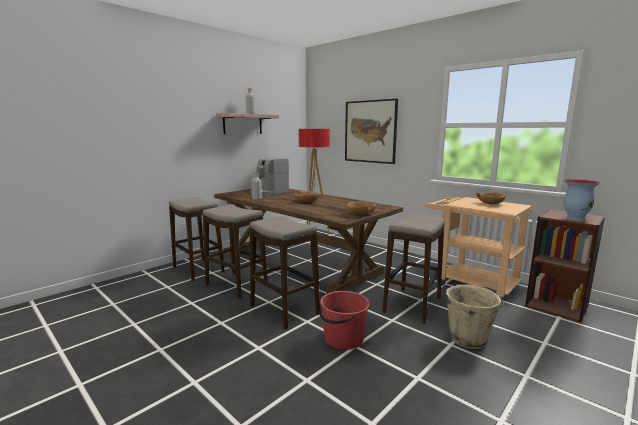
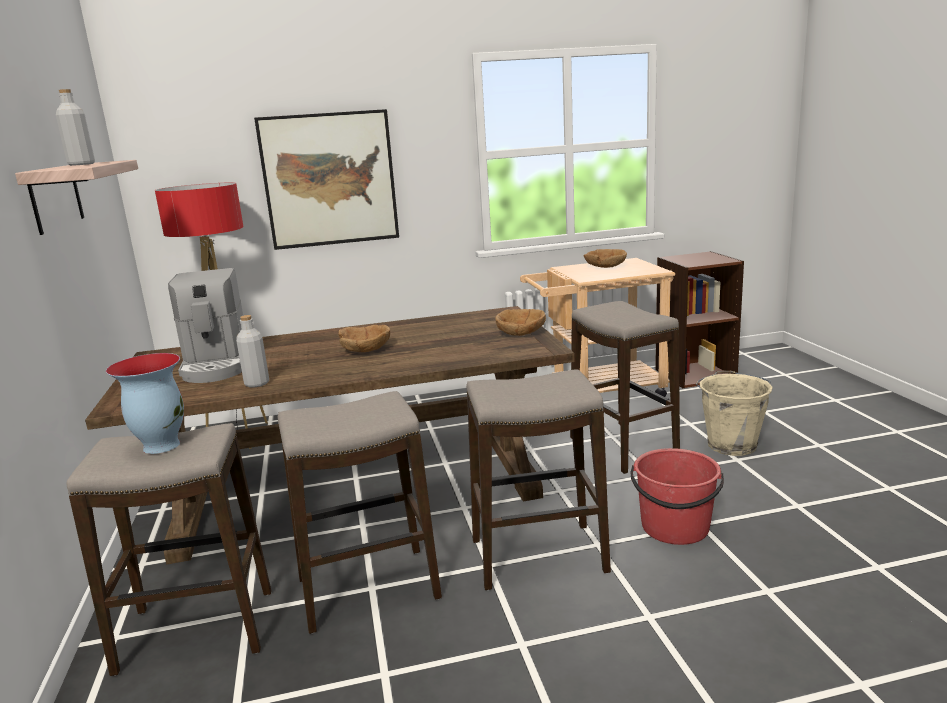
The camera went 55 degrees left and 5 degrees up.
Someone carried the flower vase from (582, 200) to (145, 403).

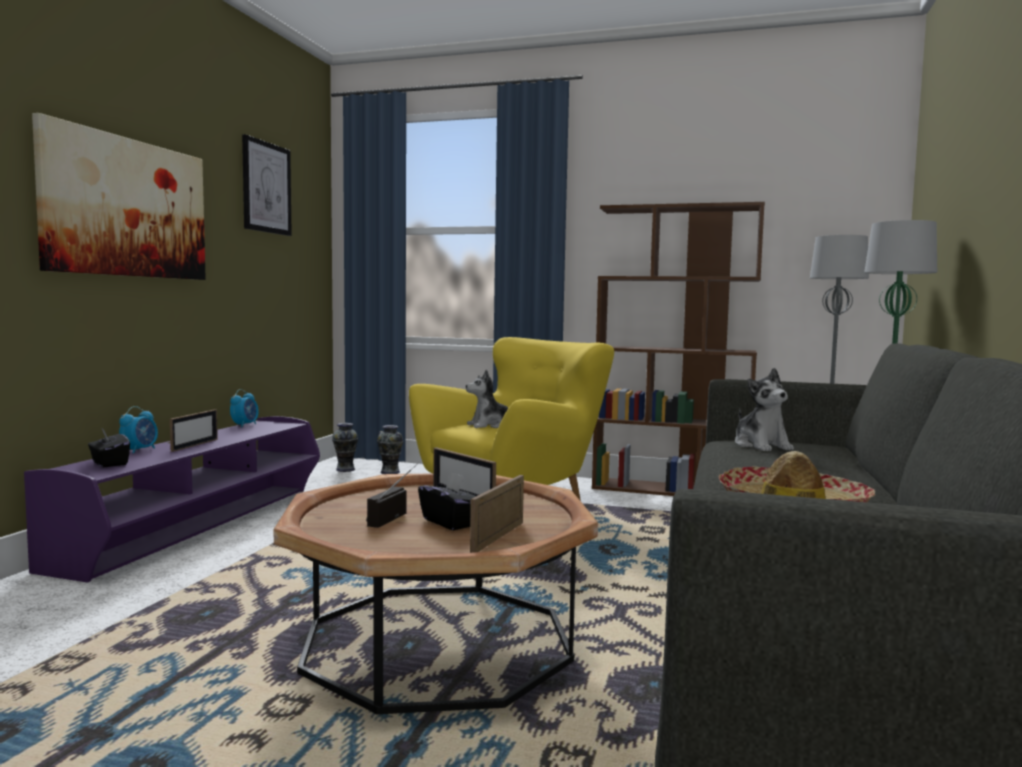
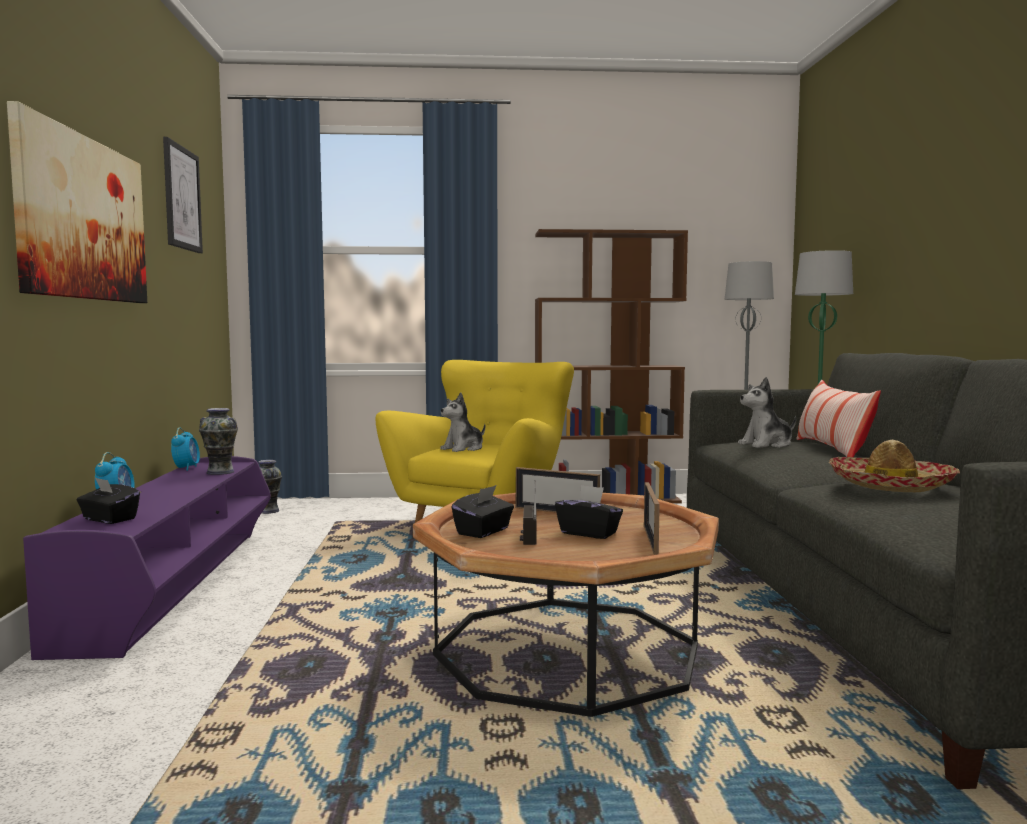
The camera went 20 degrees left and 0 degrees up.
Someone carried the flower vase from (390, 449) to (218, 441).
Someone put down the tissue holder in blackish at (483, 511).
Someone rotated the cuddly toy at (764, 409) by 105 degrees clockwise.
Someone put down the cushion at (838, 418).
Someone took away the standing frame at (194, 430).

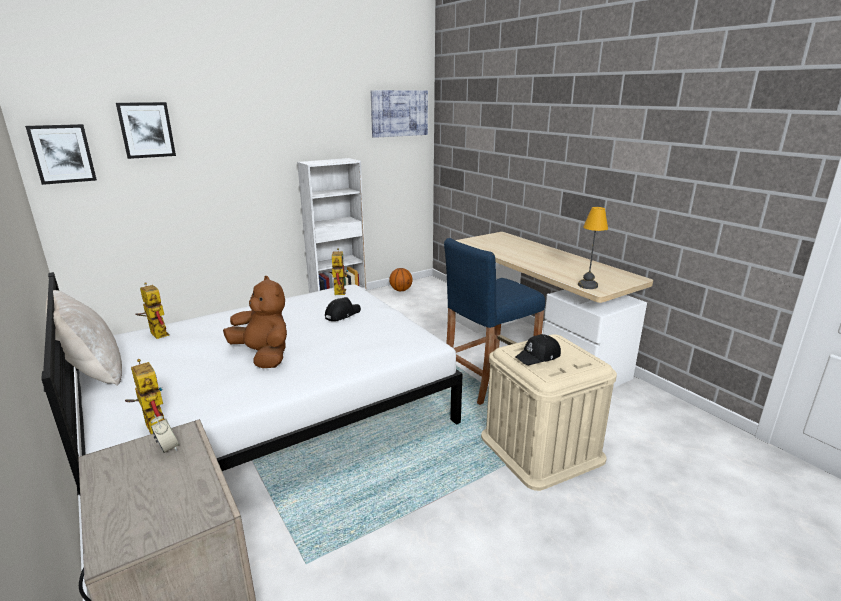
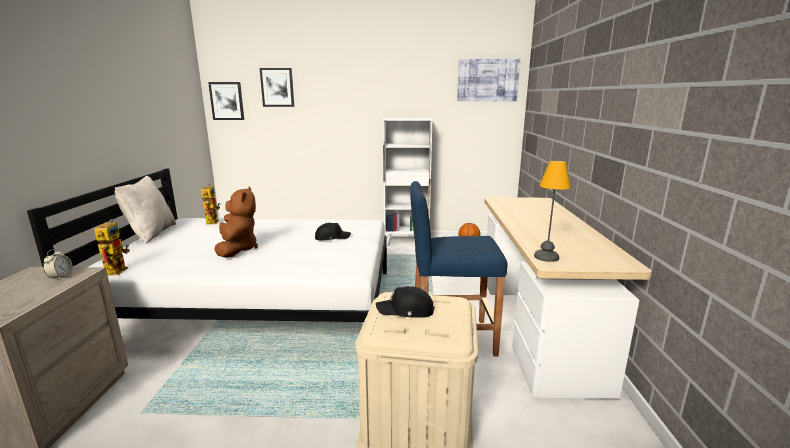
The camera went 35 degrees right and 5 degrees down.
Someone took away the robot figure at (338, 271).

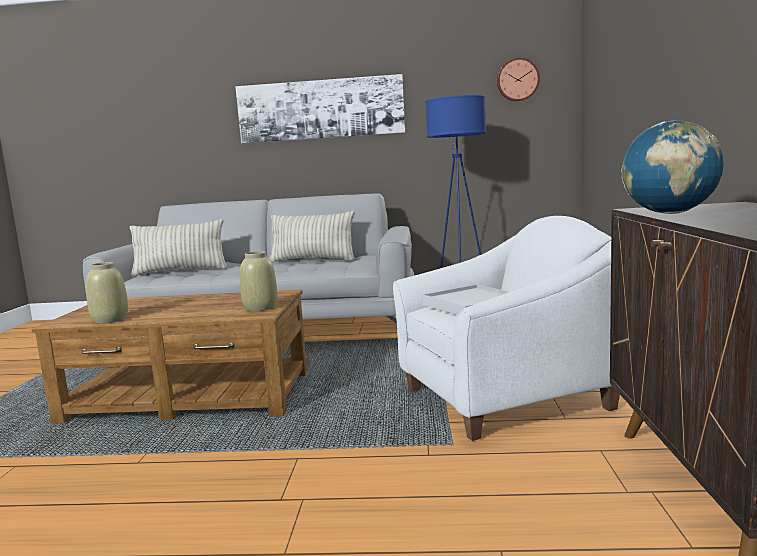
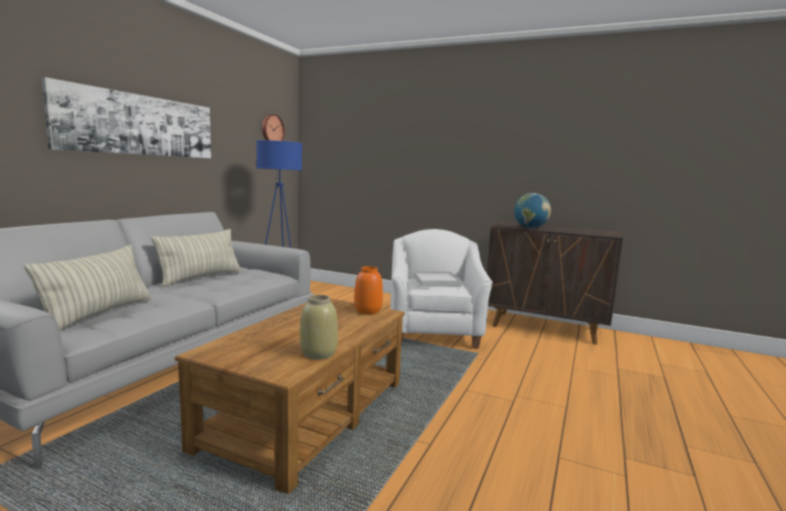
The camera went 70 degrees left and 0 degrees up.
Someone repainted the flower vase in beige-coloured at (259, 281), which became the flower vase in orange-coloured at (368, 290).

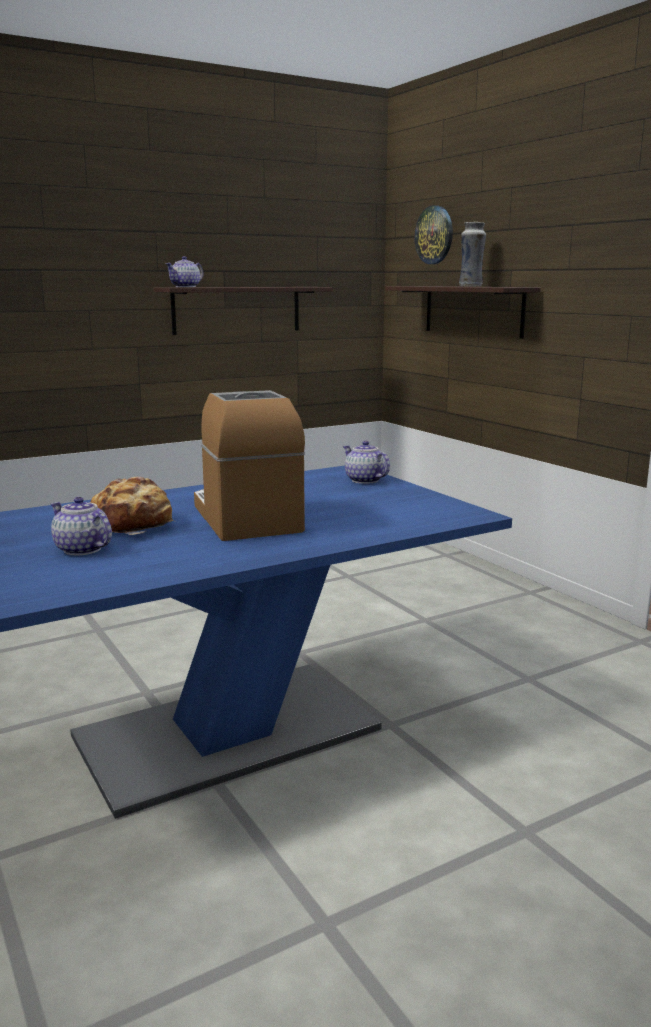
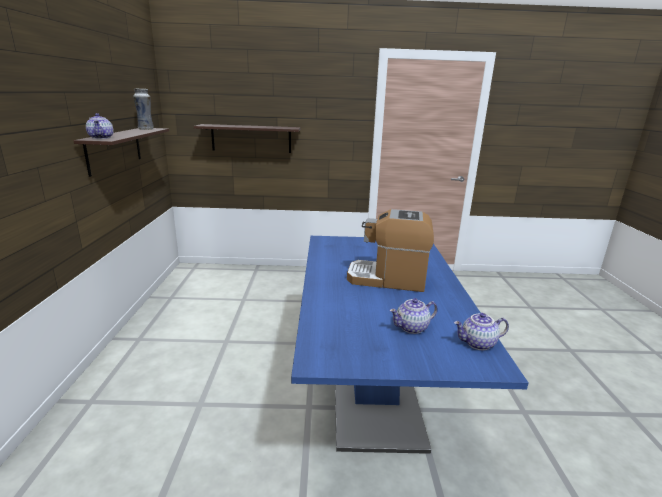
The camera went 60 degrees left and 5 degrees up.
Someone carried the flower vase from (472, 254) to (143, 109).
Someone carried the pot for tea from (366, 462) to (481, 331).
Someone took away the bakery bread at (132, 506).
Someone took away the clock on the wall at (434, 234).

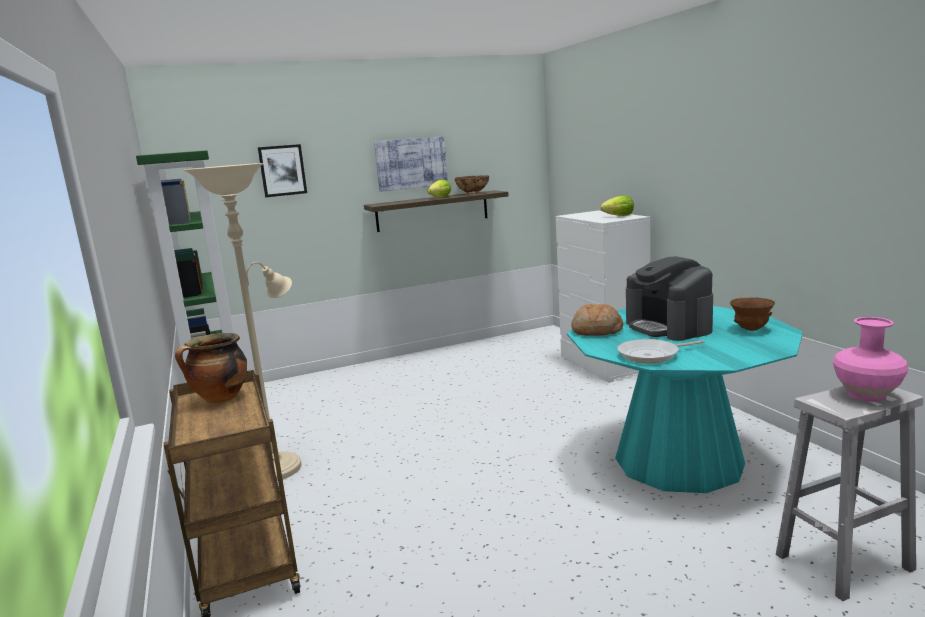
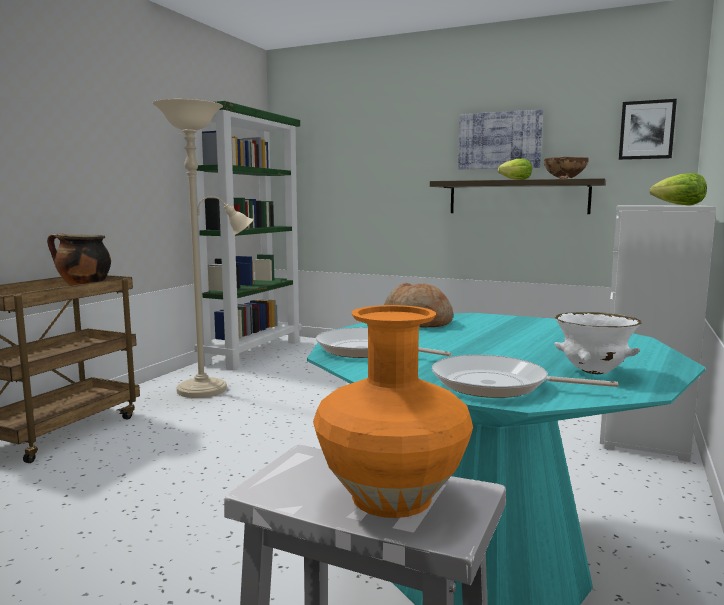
The camera went 45 degrees right and 5 degrees down.
Someone repainted the flower vase in pink at (871, 359), which became the flower vase in orange-coloured at (393, 411).
Someone put down the frying pan at (525, 376).
Someone repainted the deep dish in brown at (752, 314), which became the deep dish in white at (598, 343).
Someone carried the picture from (282, 170) to (648, 129).
Someone took away the coffee machine at (669, 298).

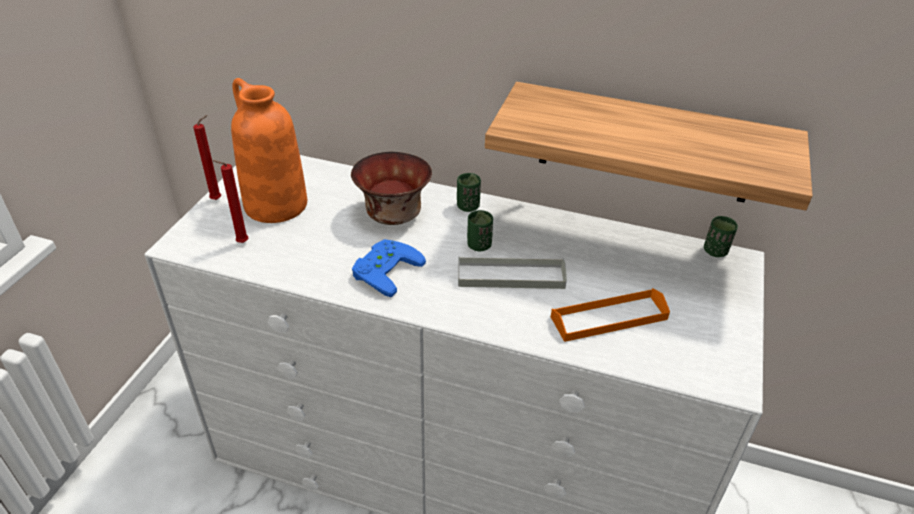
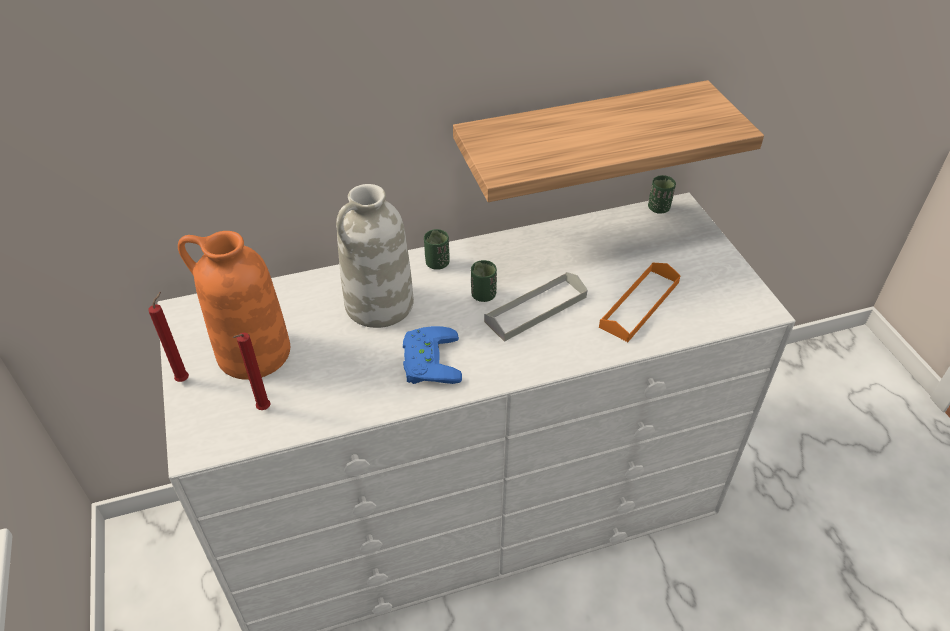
The camera went 35 degrees left and 5 degrees up.
Someone swapped the deep dish at (391, 188) for the flower vase in white at (375, 256).

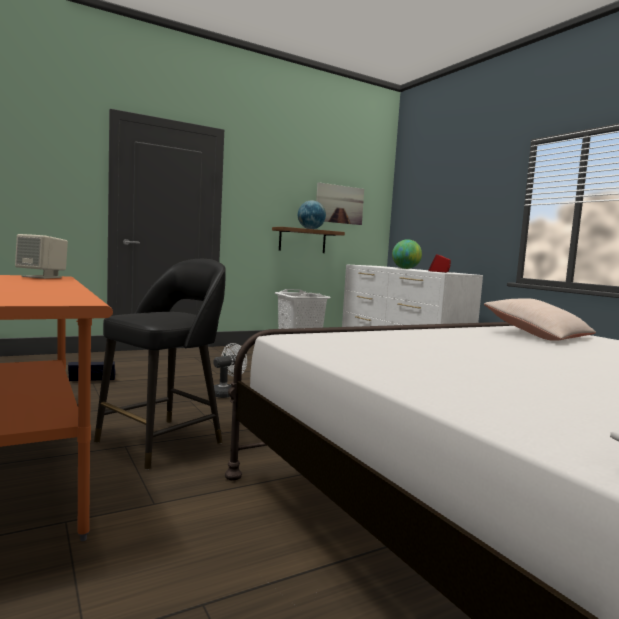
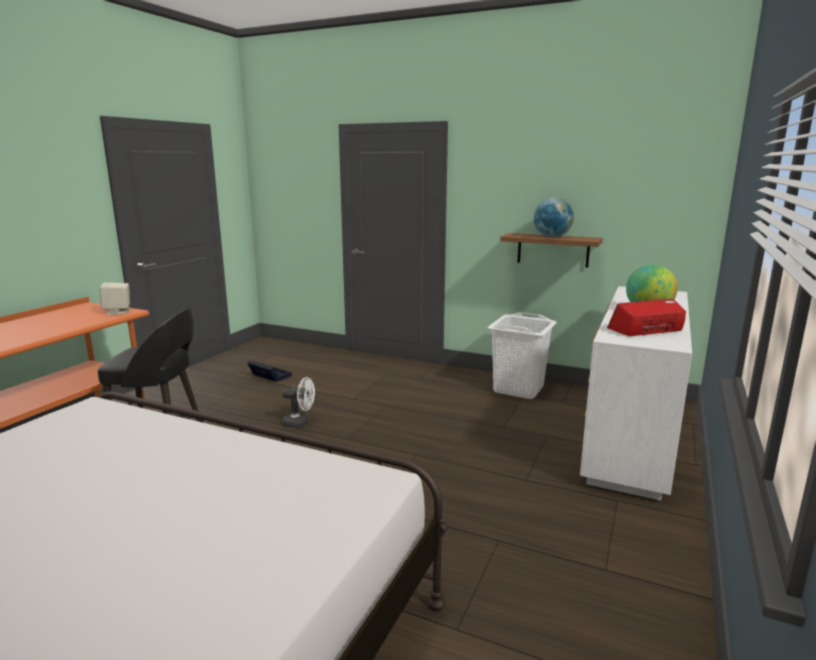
The camera went 55 degrees right and 10 degrees up.
Someone took away the picture at (340, 203).
Someone took away the cushion in beige-coloured at (540, 319).

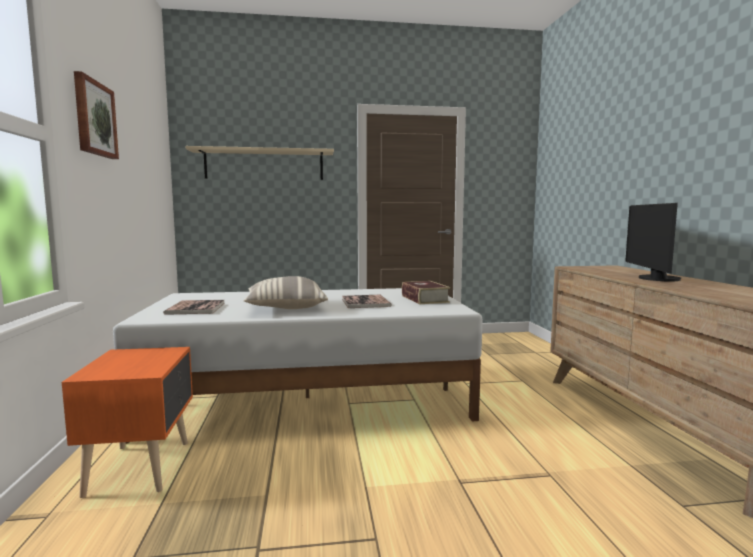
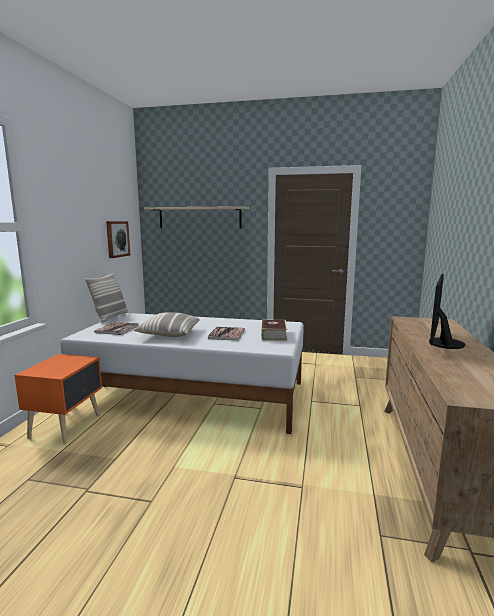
The camera went 20 degrees right and 5 degrees up.
Someone put down the cushion at (106, 298).
Someone carried the picture from (96, 115) to (118, 239).

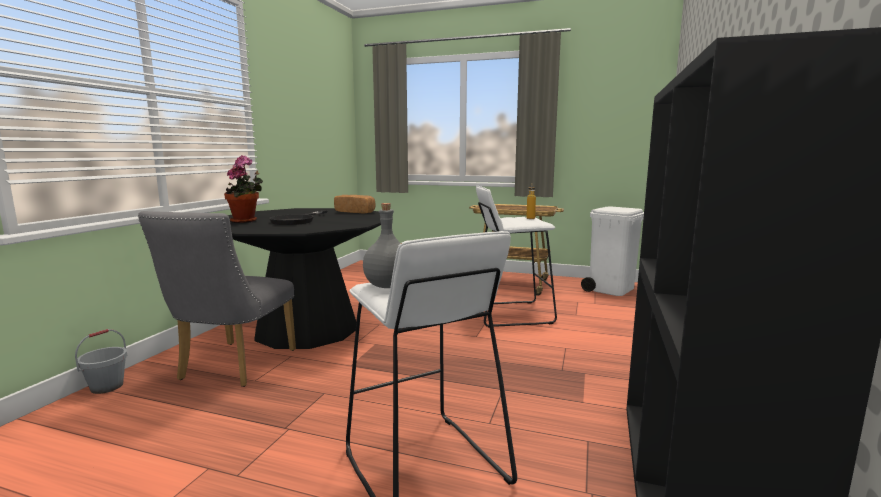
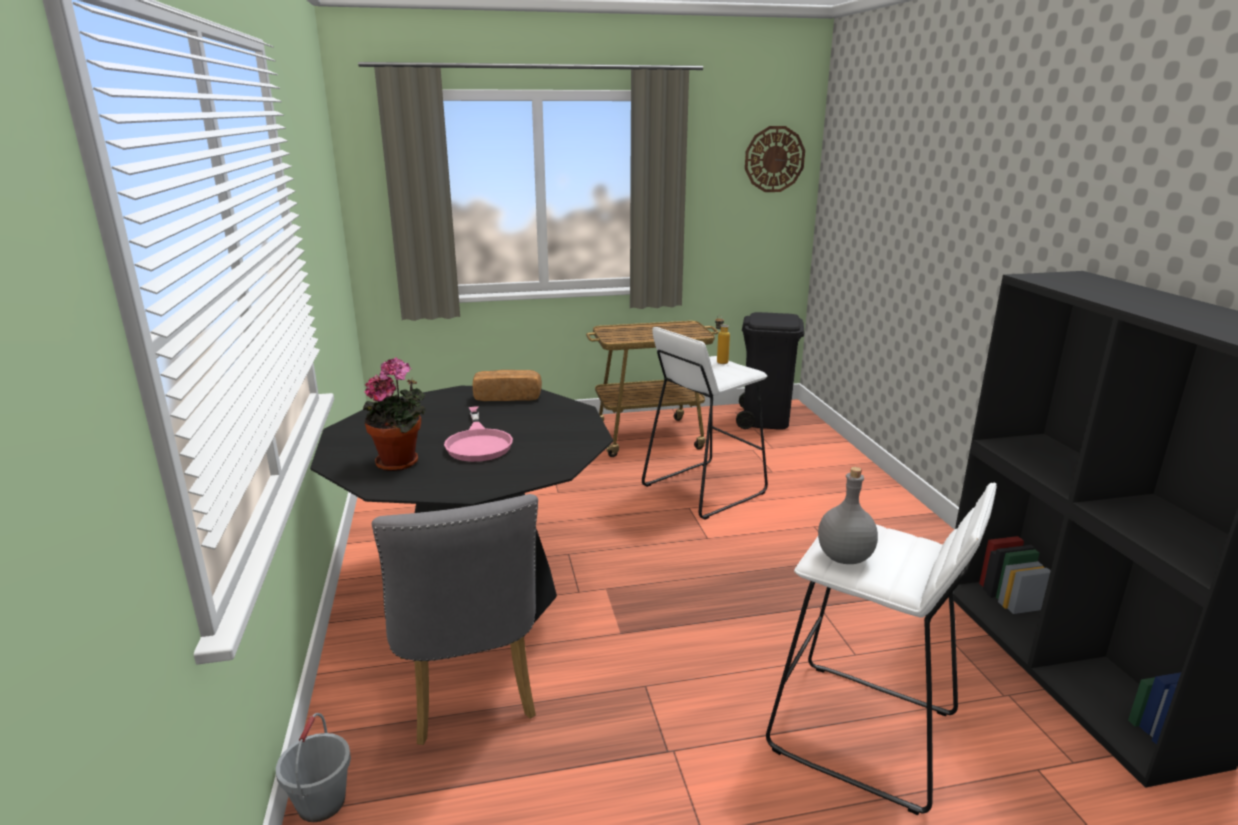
The camera went 30 degrees left and 10 degrees up.
Someone repainted the frying pan in blackish at (298, 217), which became the frying pan in pink at (478, 434).
Someone repainted the waste bin in white at (612, 251), which became the waste bin in blackish at (770, 371).
Someone put up the clock on the wall at (775, 159).

